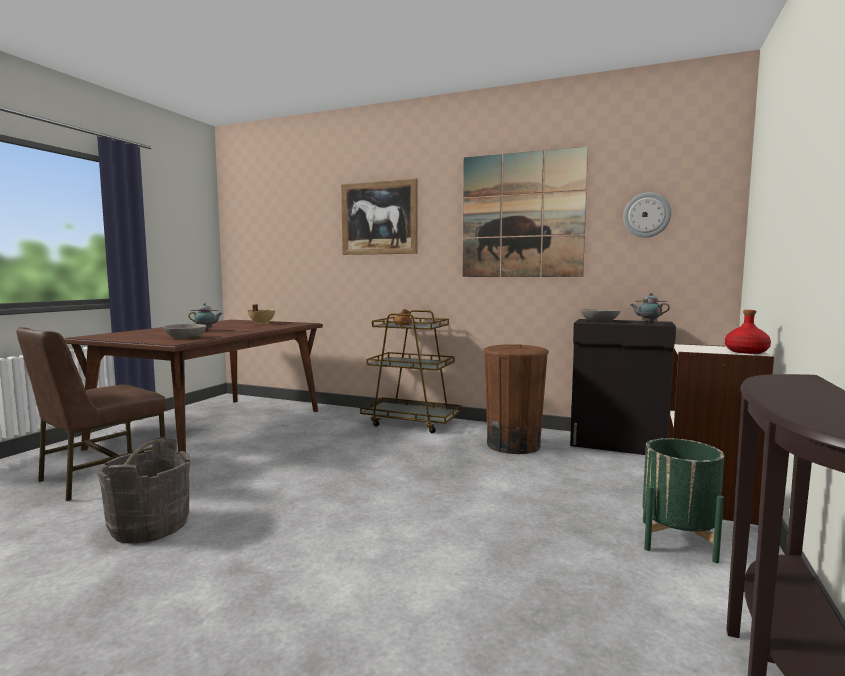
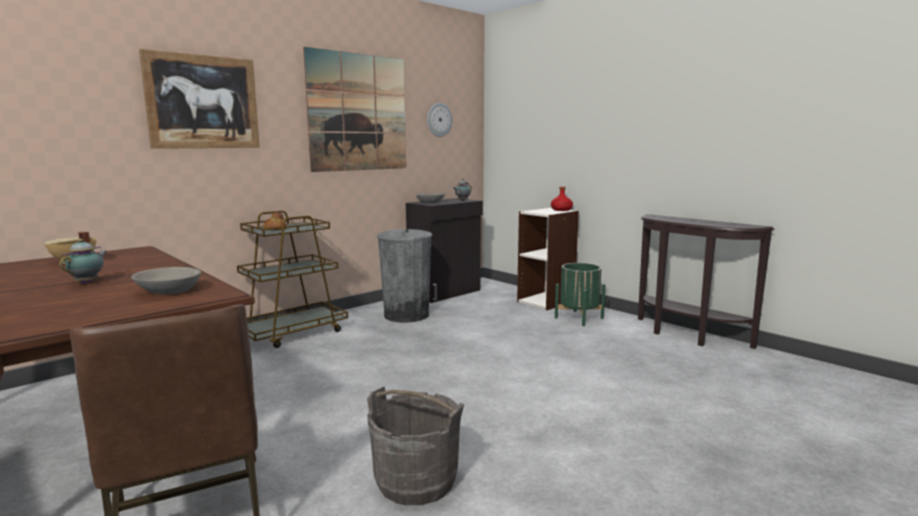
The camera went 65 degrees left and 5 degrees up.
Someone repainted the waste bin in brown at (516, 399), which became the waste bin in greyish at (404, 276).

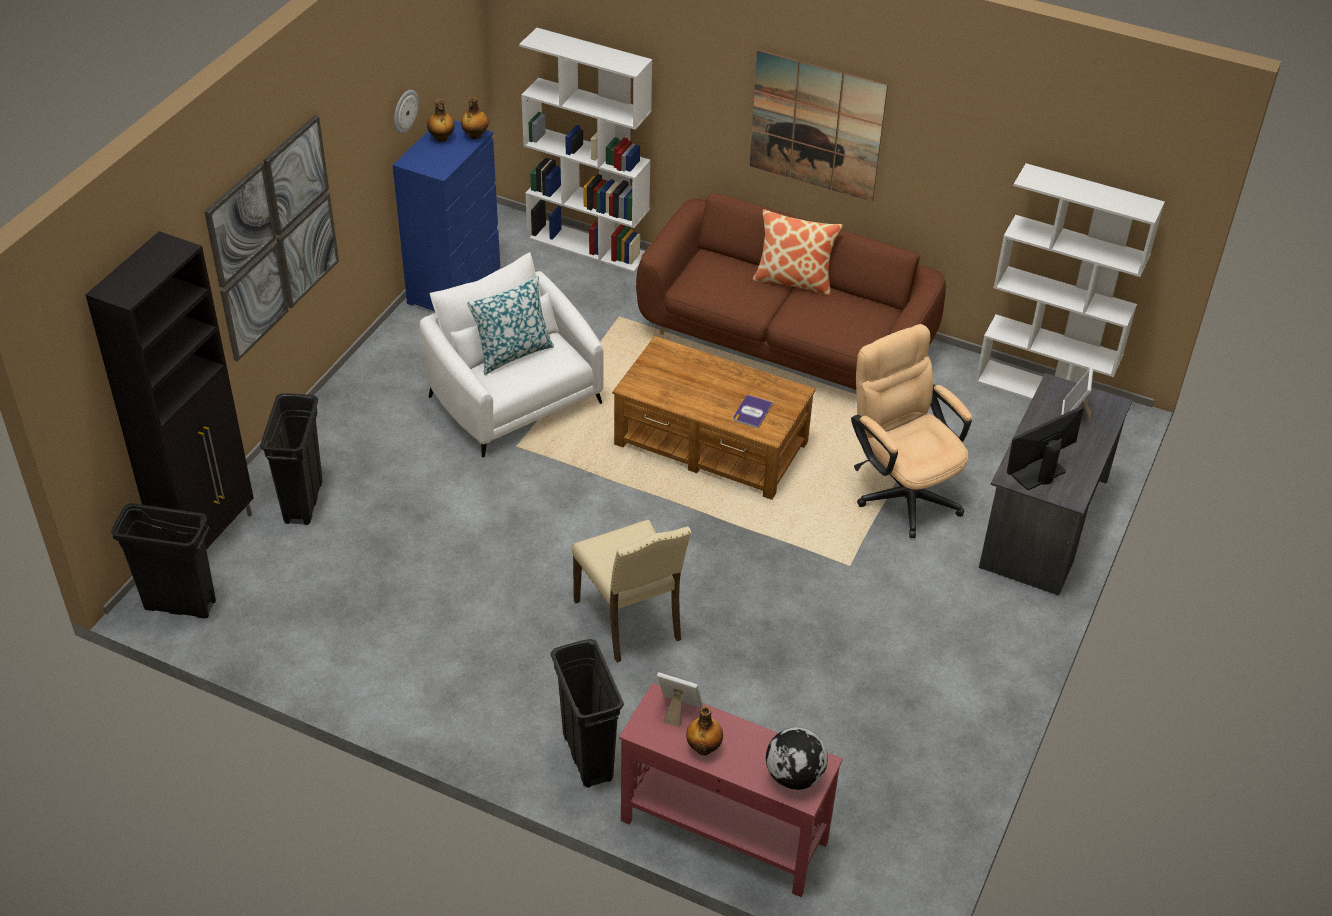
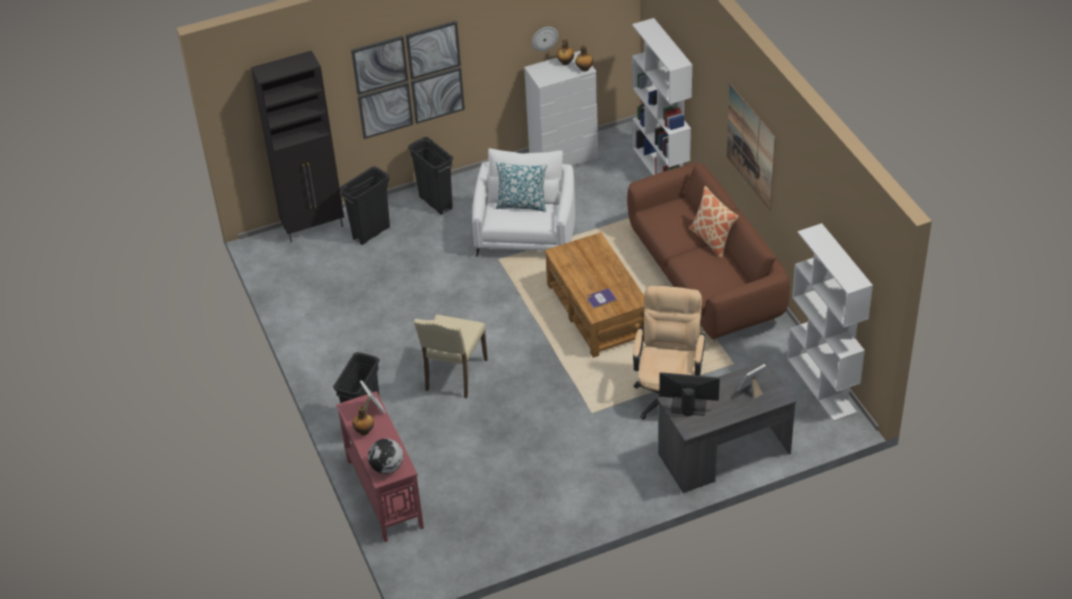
The camera went 45 degrees right and 0 degrees up.
Someone carried the waste bin in blackish from (163, 561) to (430, 176).
Someone repainted the drawer chest in blue-coloured at (446, 215), which became the drawer chest in white at (561, 108).

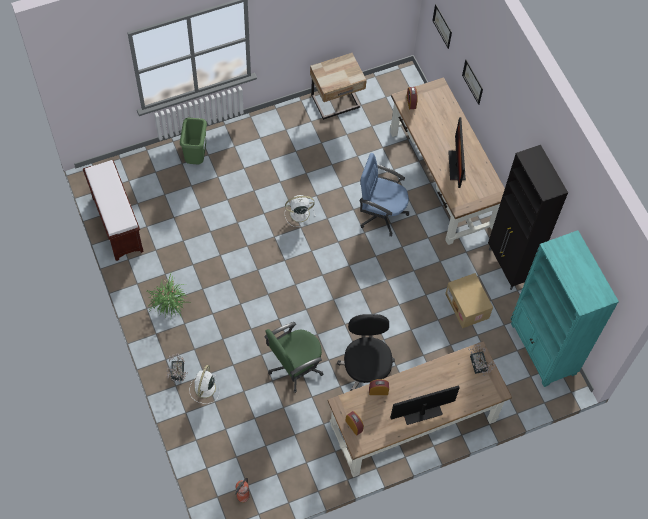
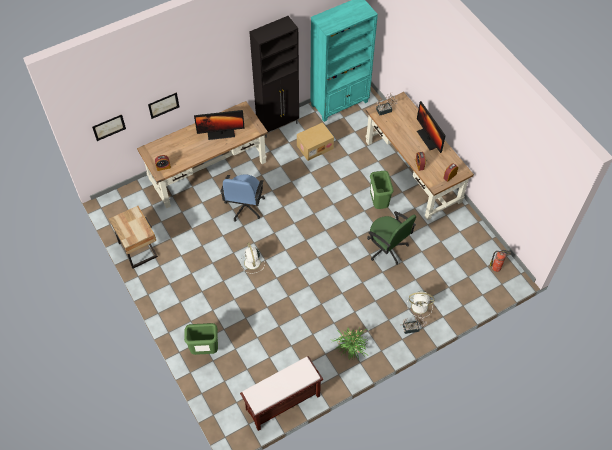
The camera went 95 degrees left and 5 degrees down.
Someone swapped the desk chair in blackish at (366, 352) for the waste bin in green-coloured at (382, 190).

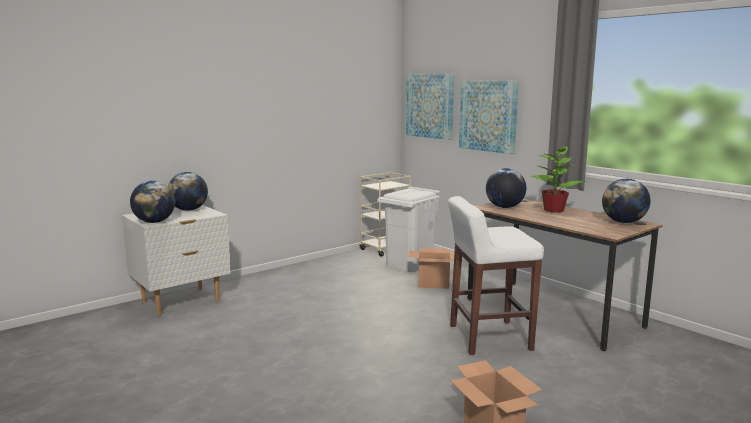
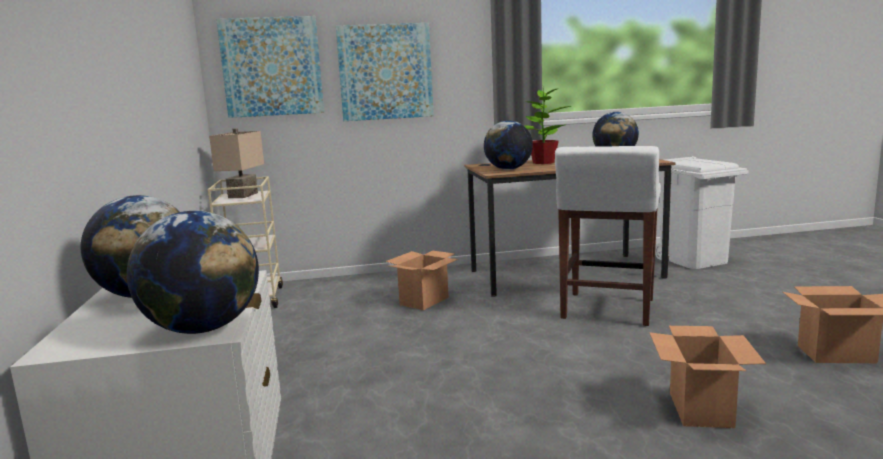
The camera went 60 degrees left and 0 degrees up.
Someone put down the lamp for a table in beige-coloured at (236, 163).
Someone put down the cardboard box at (707, 377).
Someone carried the waste bin in white from (408, 229) to (701, 212).

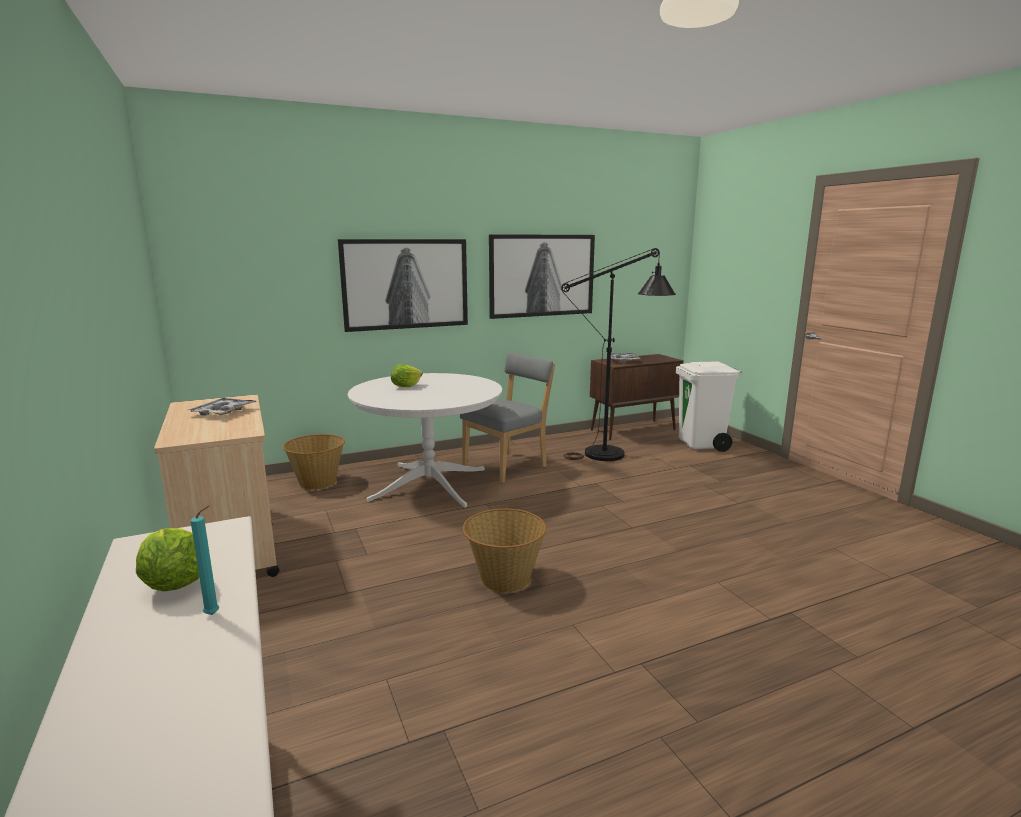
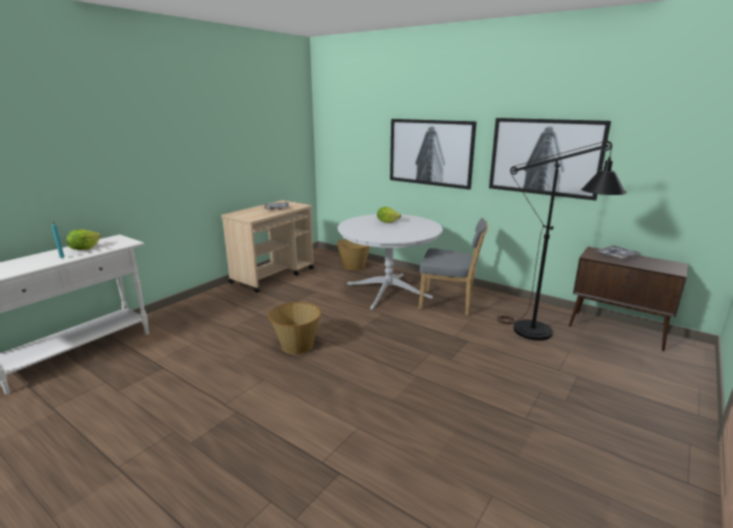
The camera went 60 degrees right and 5 degrees up.
Someone took away the waste bin in white at (709, 406).

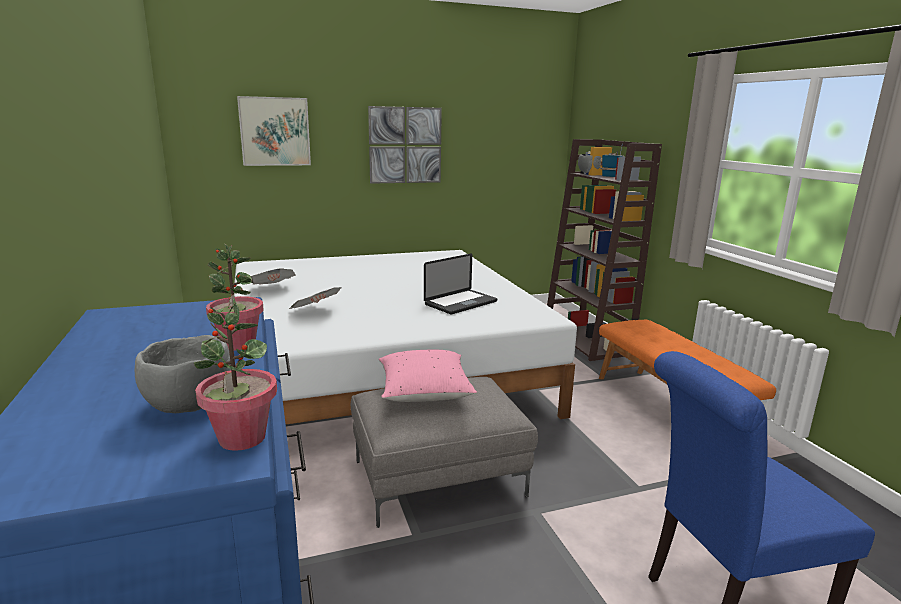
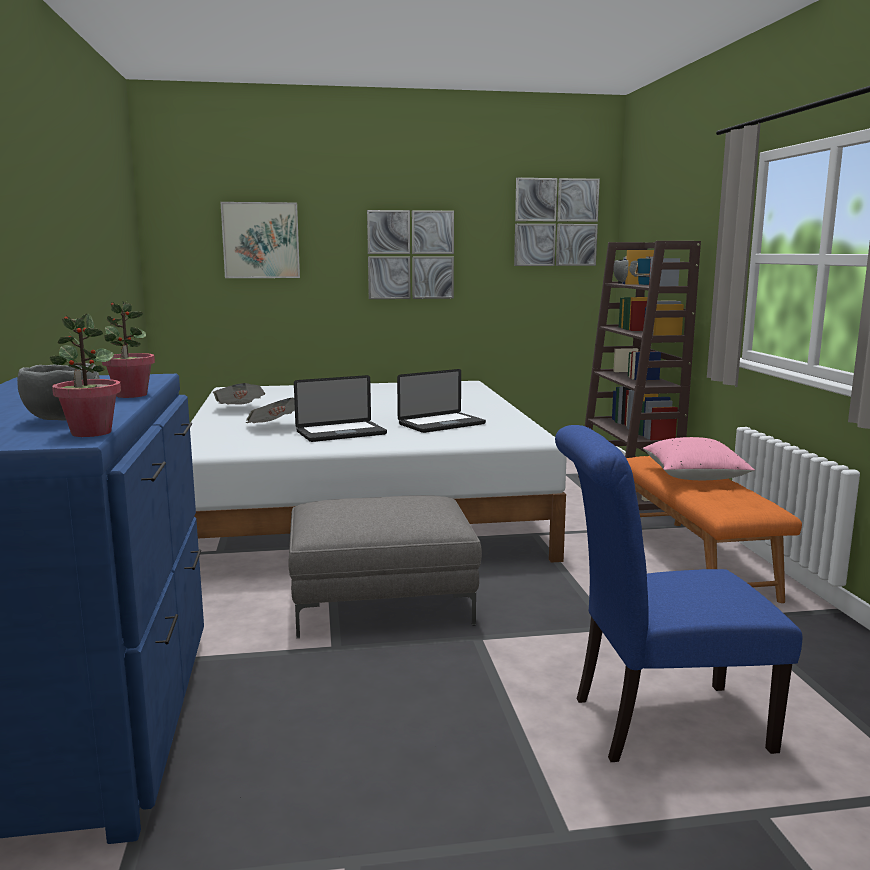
The camera went 10 degrees right and 5 degrees down.
Someone put down the laptop at (340, 408).
Someone put up the picture at (557, 222).
Someone carried the cushion in pink from (428, 376) to (699, 458).

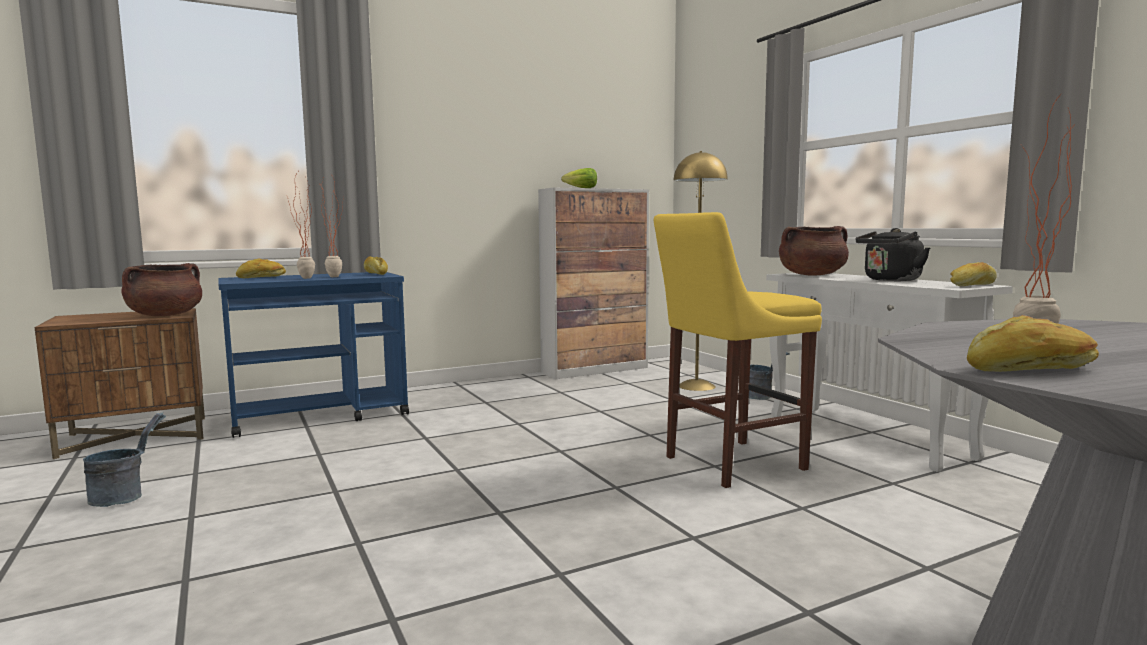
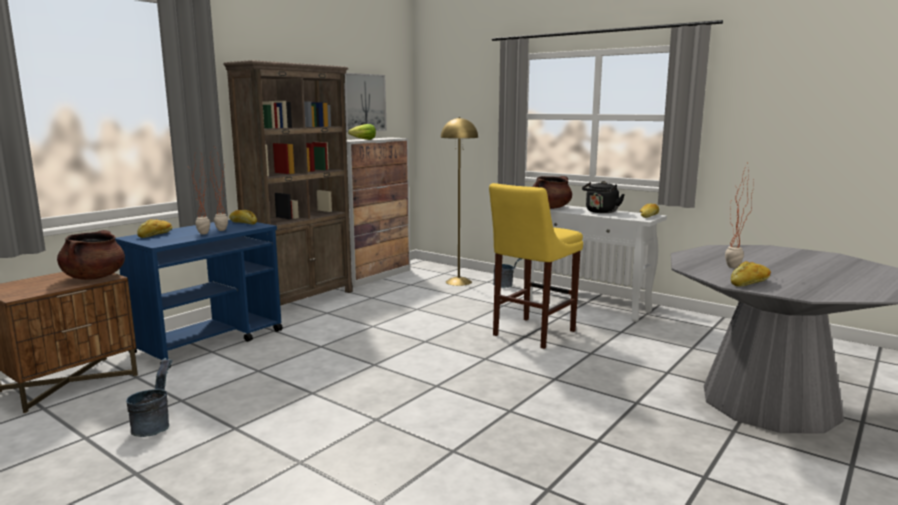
The camera went 25 degrees left and 5 degrees up.
Someone put down the bookshelf in brown at (288, 183).
Someone put up the picture at (365, 102).

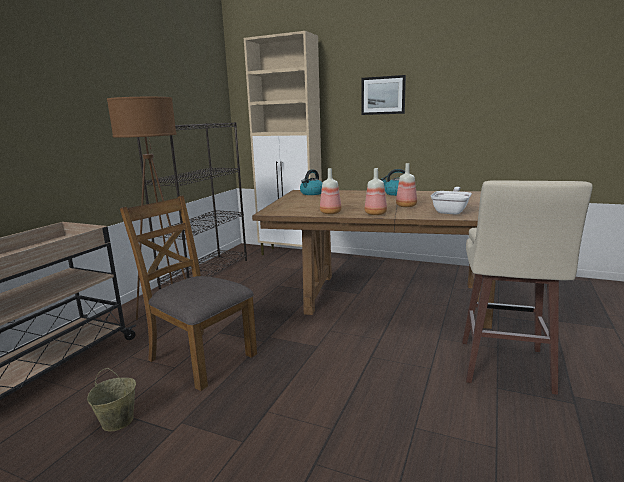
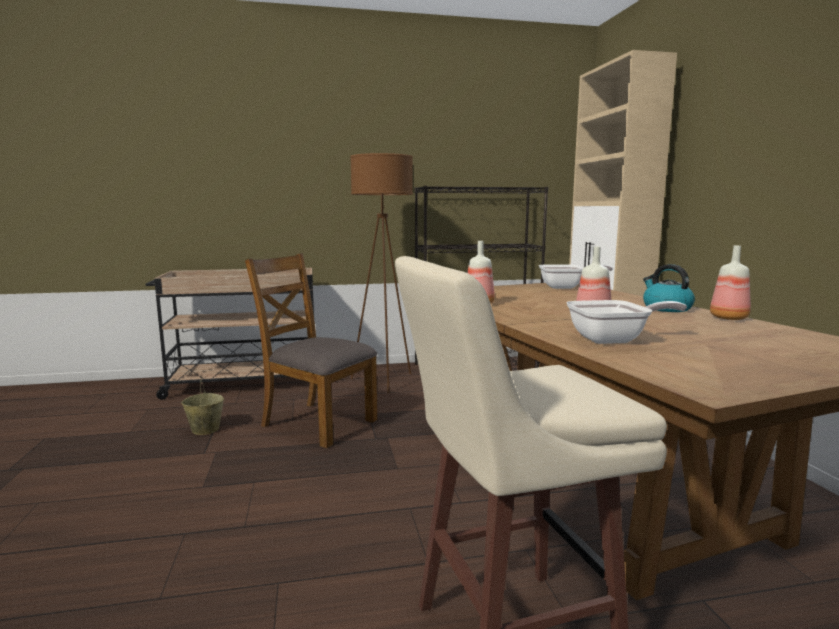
The camera went 55 degrees right and 5 degrees down.
Someone rotated the chair in brown at (188, 293) by 60 degrees counterclockwise.
Someone swapped the tea kettle at (311, 182) for the frying pan at (576, 277).
Someone carried the beverage bottle from (376, 191) to (730, 283).
Someone took away the picture at (383, 95).

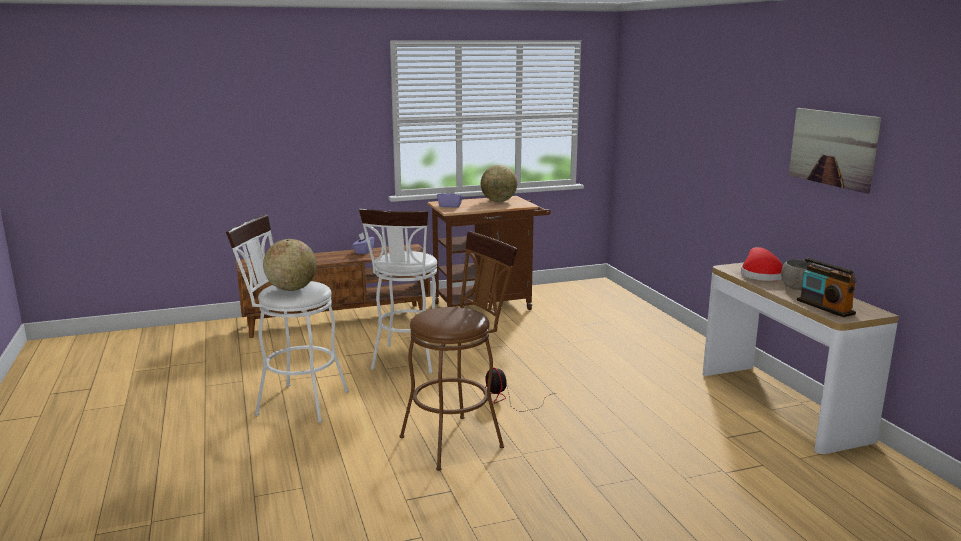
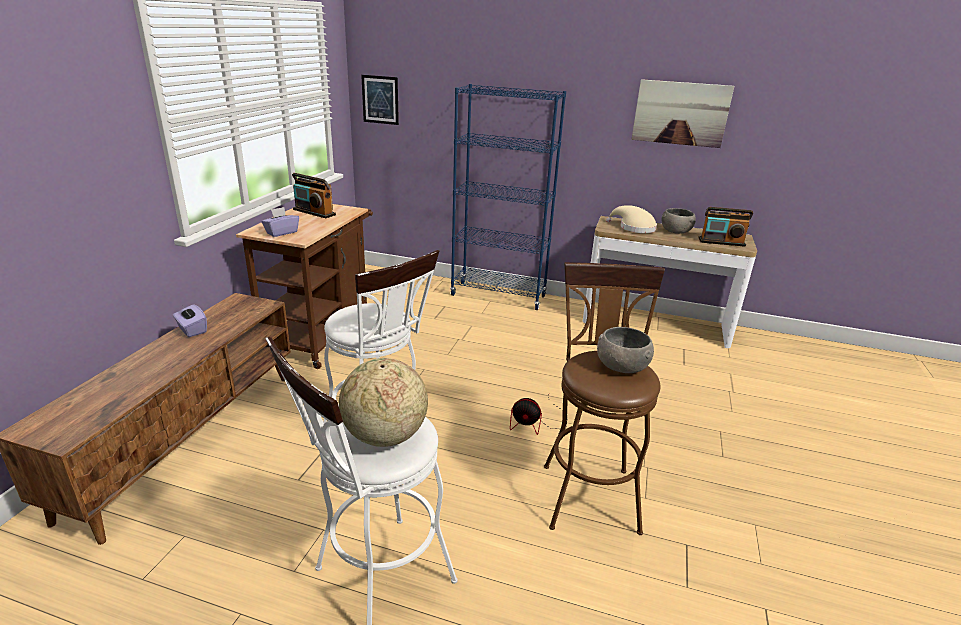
The camera went 55 degrees left and 10 degrees up.
Someone swapped the globe at (499, 183) for the radio receiver at (314, 195).
Someone put up the picture at (380, 100).
Someone put down the bookshelf in blue-coloured at (508, 197).
Someone put down the deep dish in greyish at (625, 350).
Someone repainted the wearable hat in red at (762, 264), which became the wearable hat in beige-coloured at (631, 219).

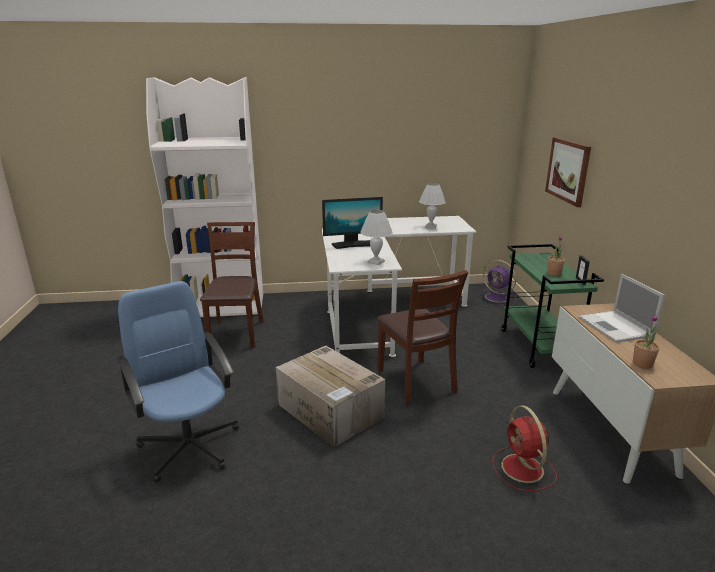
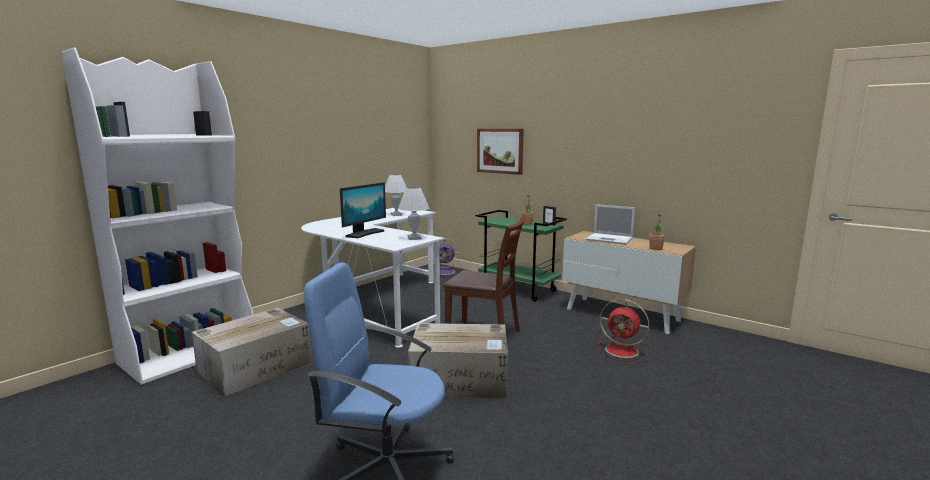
The camera went 45 degrees left and 10 degrees down.
Someone swapped the chair in brown at (232, 285) for the cardboard box at (252, 352).

